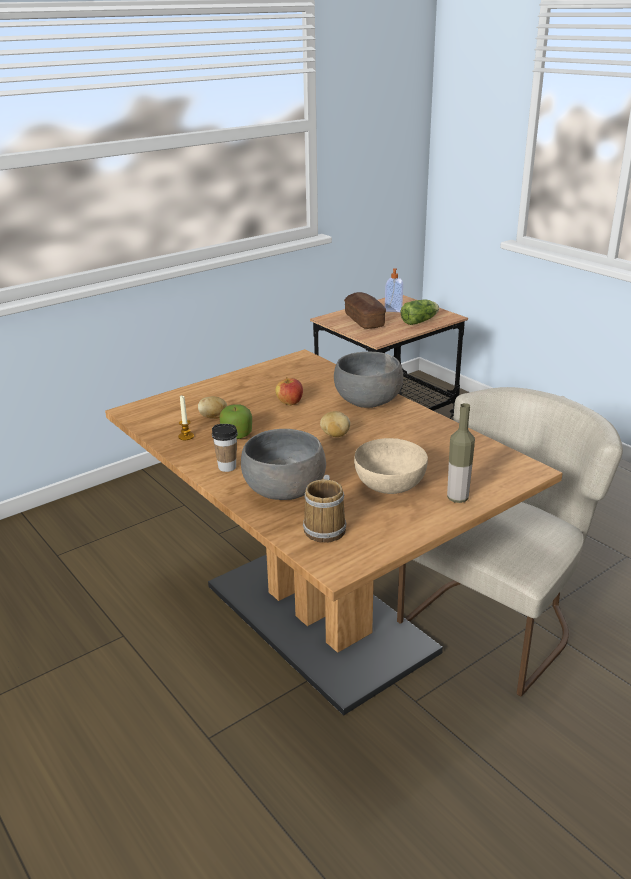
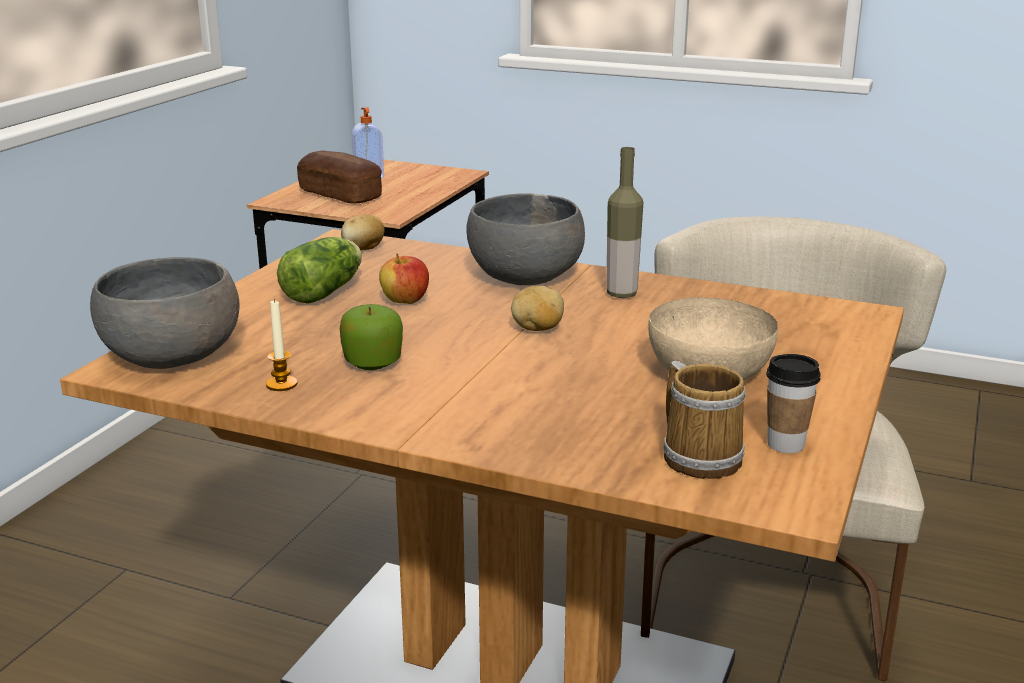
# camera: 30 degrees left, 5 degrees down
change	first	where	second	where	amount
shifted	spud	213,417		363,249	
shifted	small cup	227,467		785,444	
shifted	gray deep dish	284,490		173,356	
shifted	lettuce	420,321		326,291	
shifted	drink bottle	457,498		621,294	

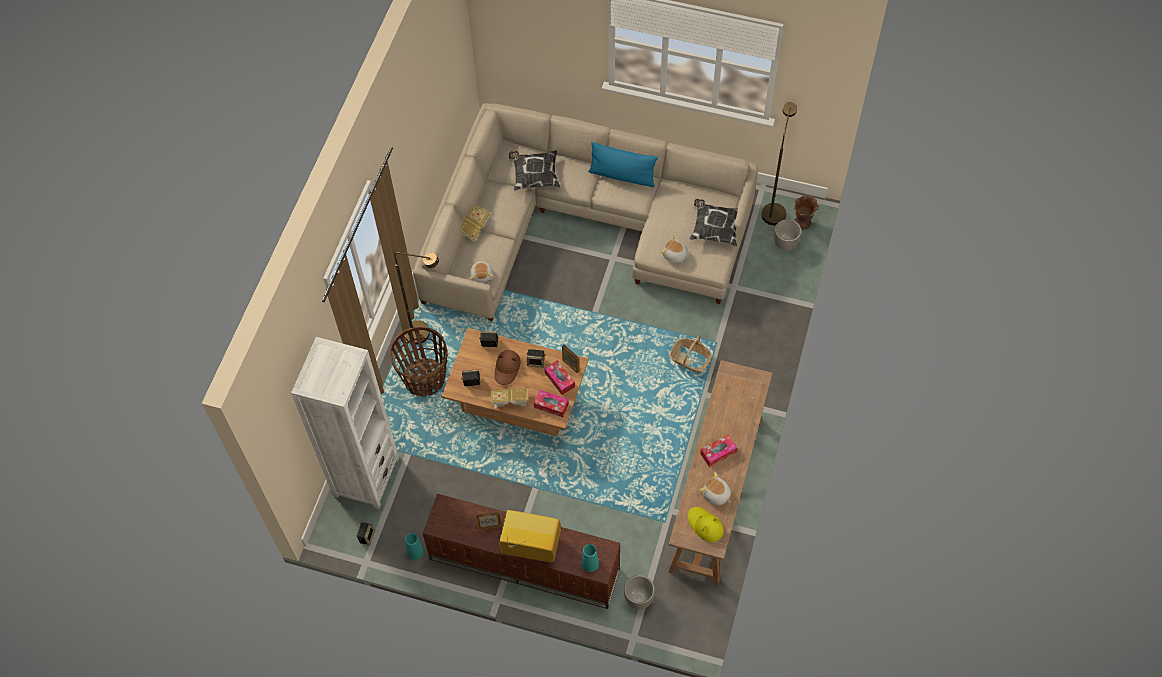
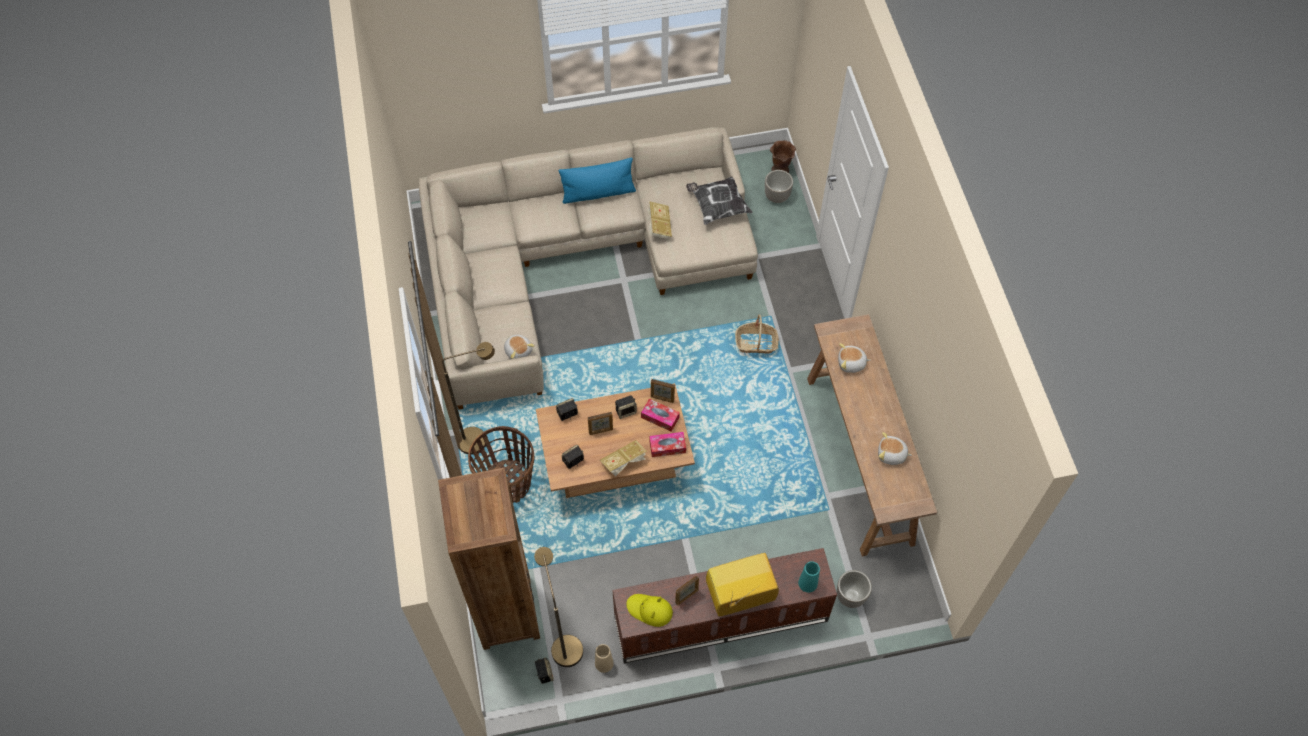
# camera: 30 degrees left, 0 degrees up
change	first	where	second	where	amount
gone	throw pillow	534,176			
gone	tissue holder	718,453			
shifted	book	473,227		659,226	
shifted	soft toy	675,255		851,363	
shifted	yellow-coloured wearable hat	705,525		650,610	
shifted	brown-coloured floor lamp	773,209		564,643	
swapped	brown-coloured wearable hat	507,368	standing frame	601,431	
repainted	white-coloured shelving unit	366,476	brown-coloured shelving unit	506,612	
repainted	turquoise-coloured flower vase	415,552	beige flower vase	604,663	

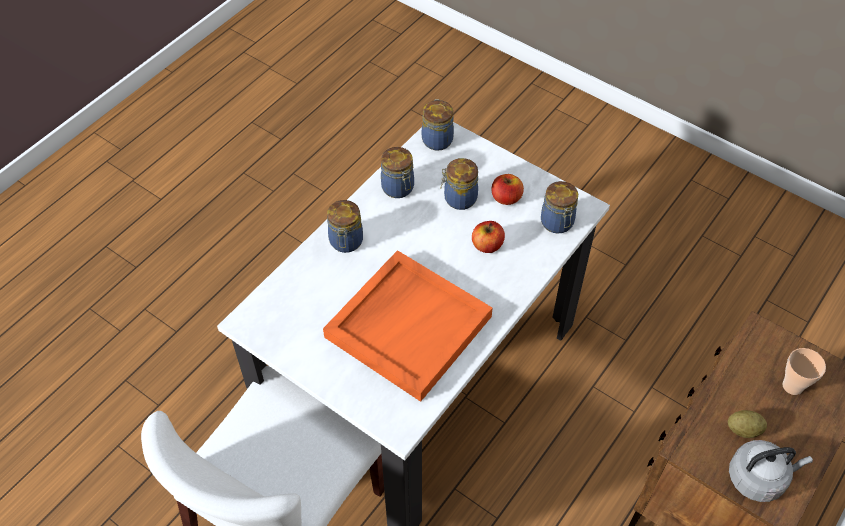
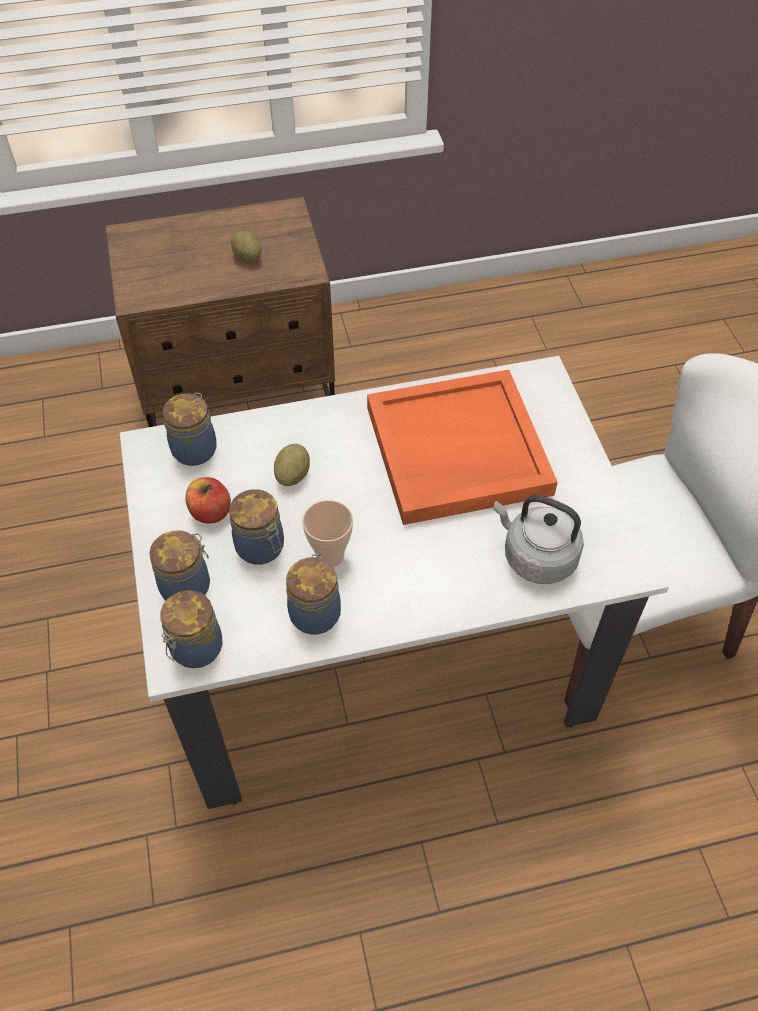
# camera: 140 degrees left, 0 degrees up
change	first	where	second	where	amount
shifted	jar	346,242		187,586	
shifted	gray kettle	758,478		535,557	
shifted	small cup	792,386		330,556	
swapped	apple	487,245	spud	292,475	

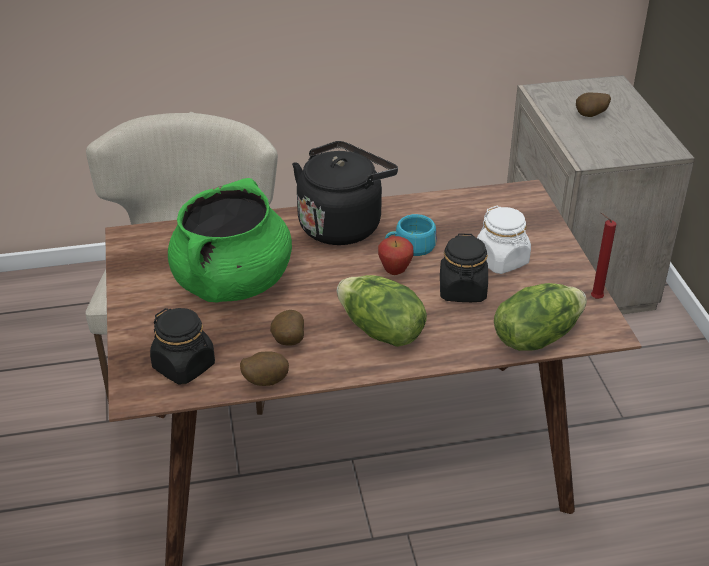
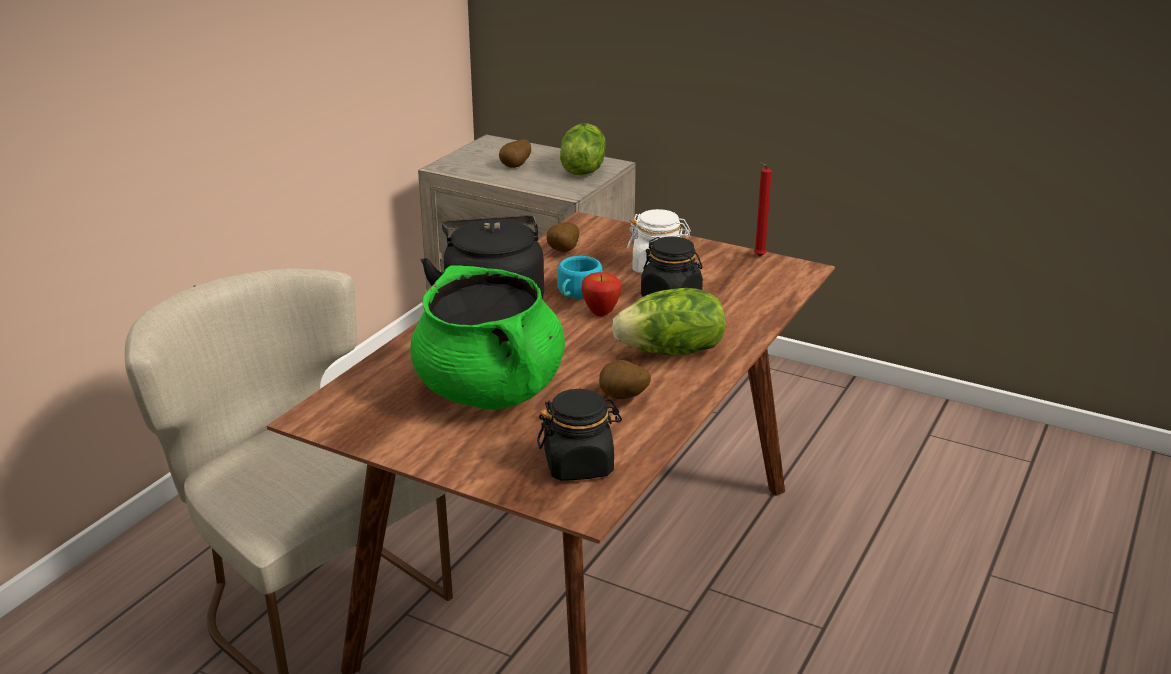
# camera: 50 degrees left, 10 degrees down
change	first	where	second	where	amount
shifted	spud	264,381		561,252	
shifted	lettuce	535,337		582,169	

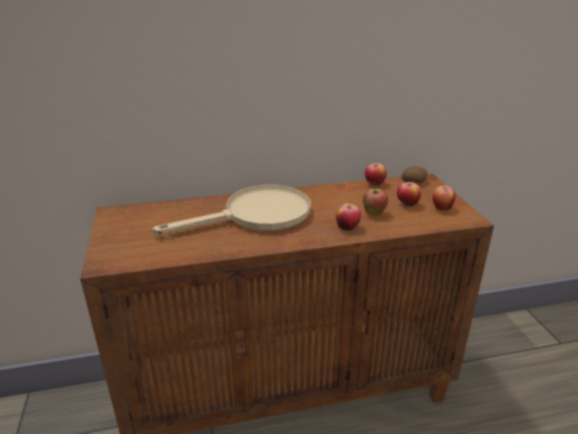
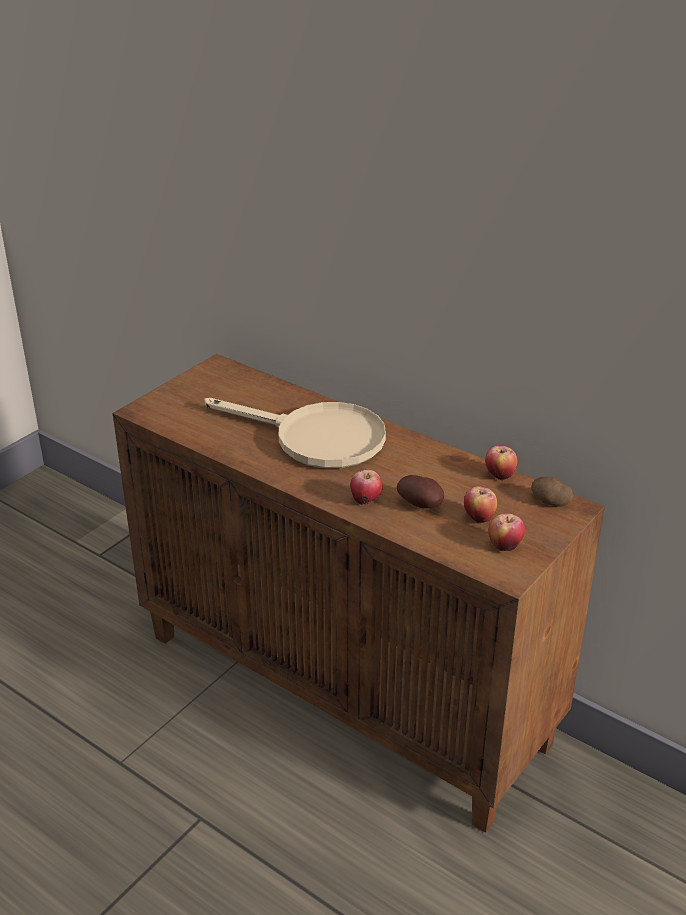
# camera: 50 degrees right, 5 degrees up
change	first	where	second	where	amount
swapped	apple	374,214	spud	422,505	

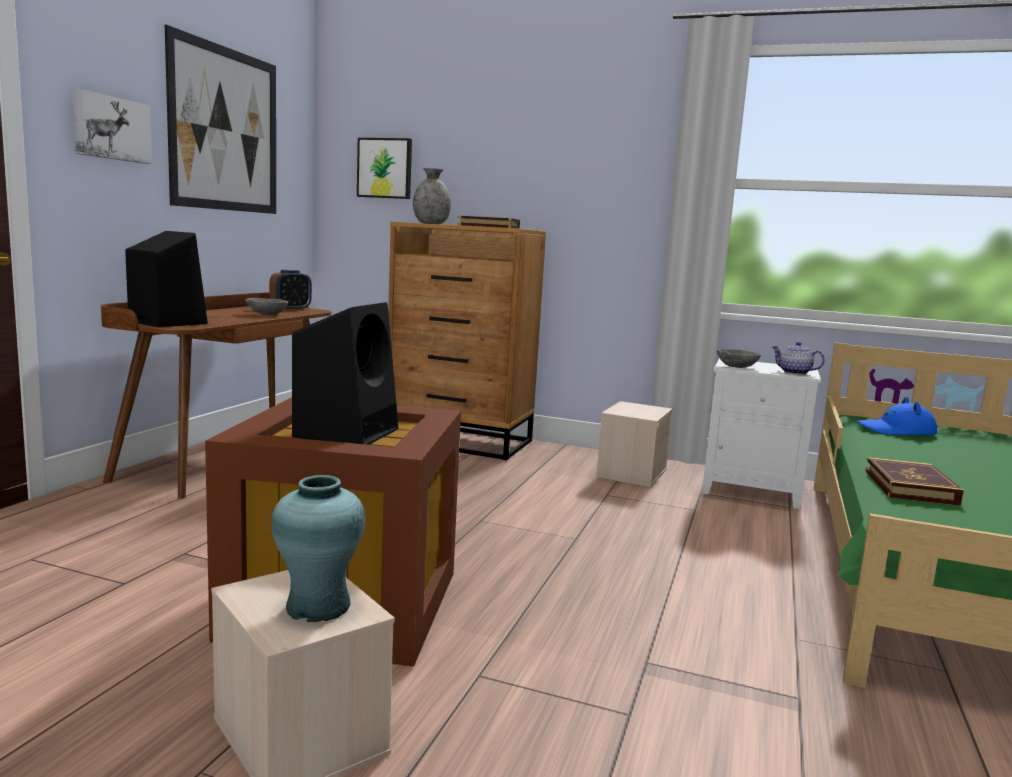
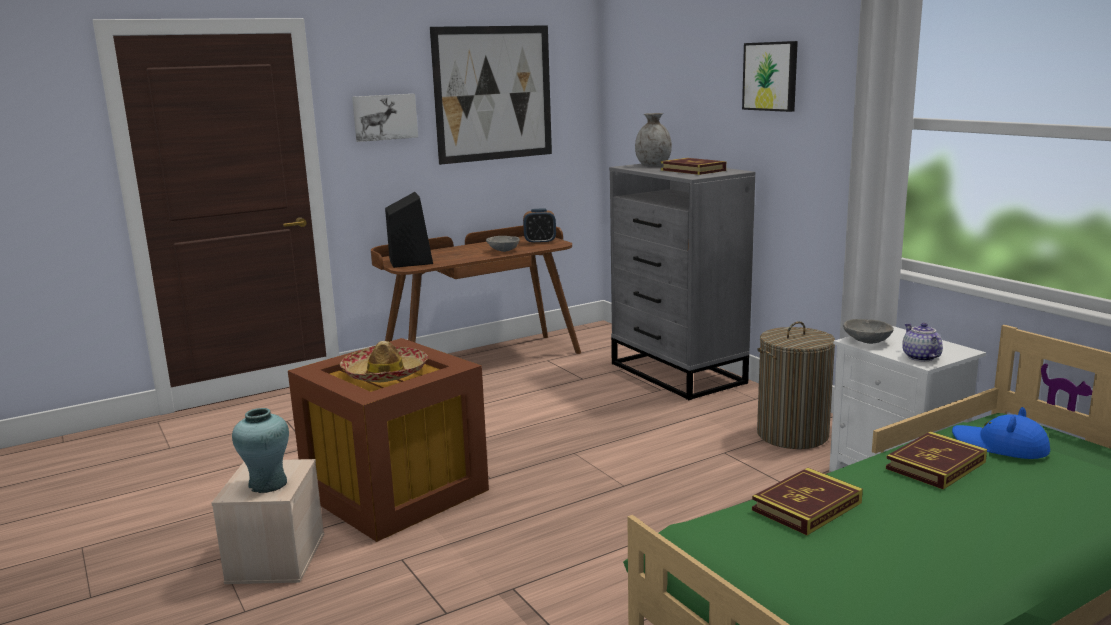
# camera: 40 degrees right, 5 degrees up
change	first	where	second	where	amount
new			book	935,465	
shifted	wall art	385,168		771,76	
swapped	blackish audio speaker	347,432	wearable hat	385,373	
swapped	beige storage bin	631,472	laundry basket	792,434	
repainted	brown-coloured chest of drawers	460,441	gray chest of drawers	678,373	

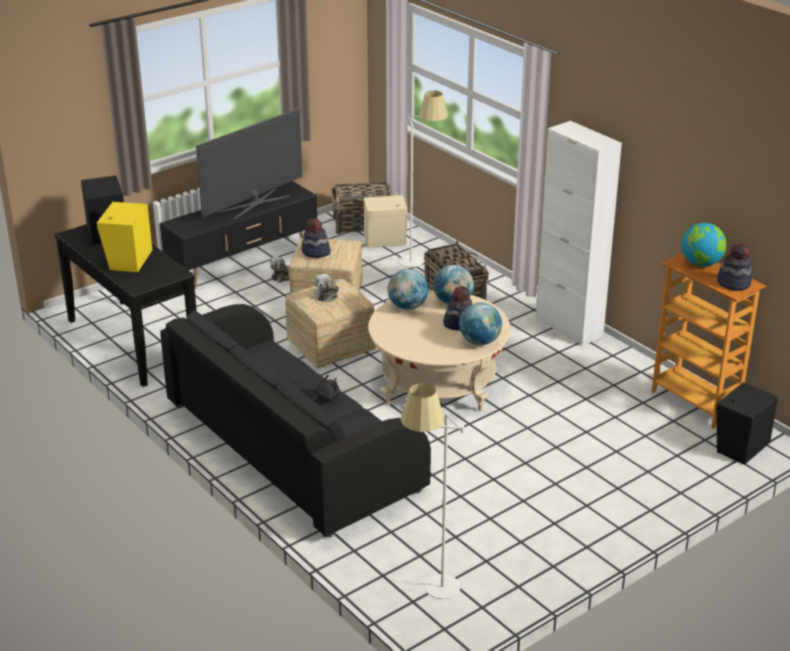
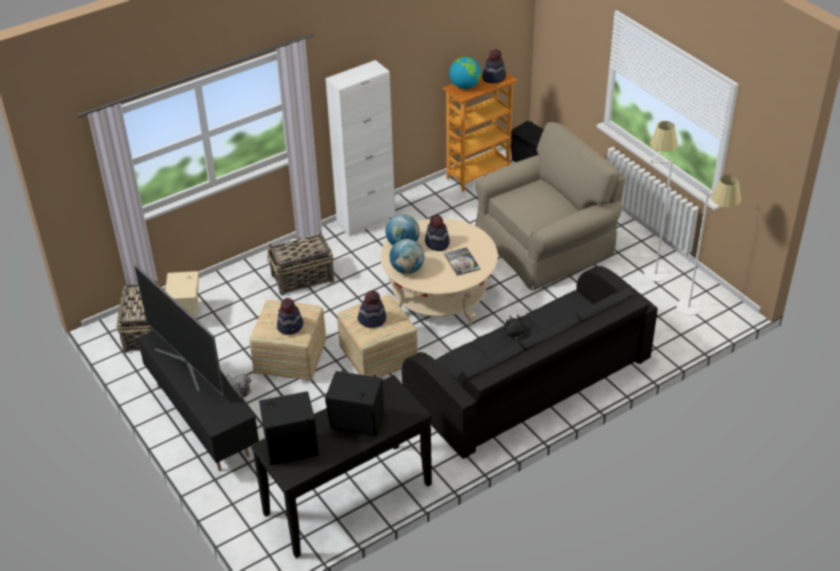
# camera: 85 degrees left, 10 degrees up
change	first	where	second	where	amount
gone	desk globe	480,342			
new			book	462,262	
new			beige easy chair	545,244	
shifted	white-coloured floor lamp	421,259		650,267	
swapped	soft toy	327,294	wearable hat	372,319	
repainted	yellow-coloured audio speaker	128,260	blackish audio speaker	357,424	

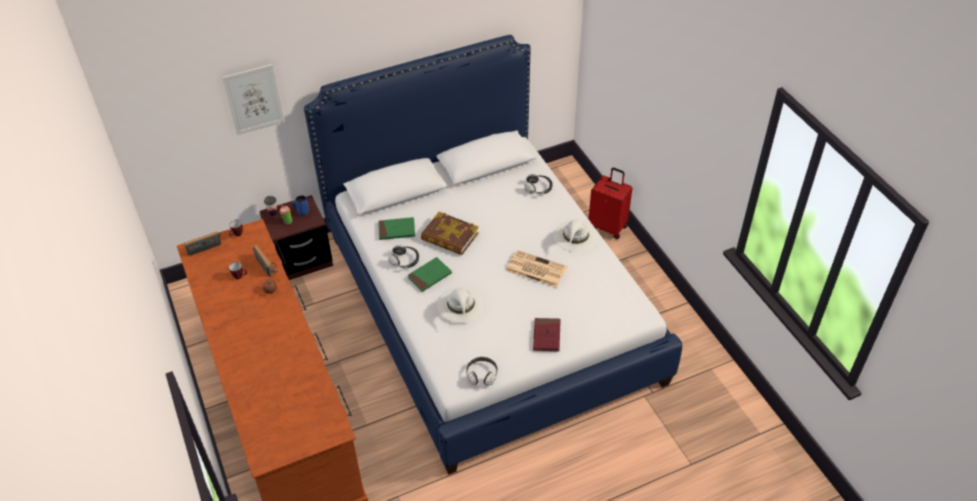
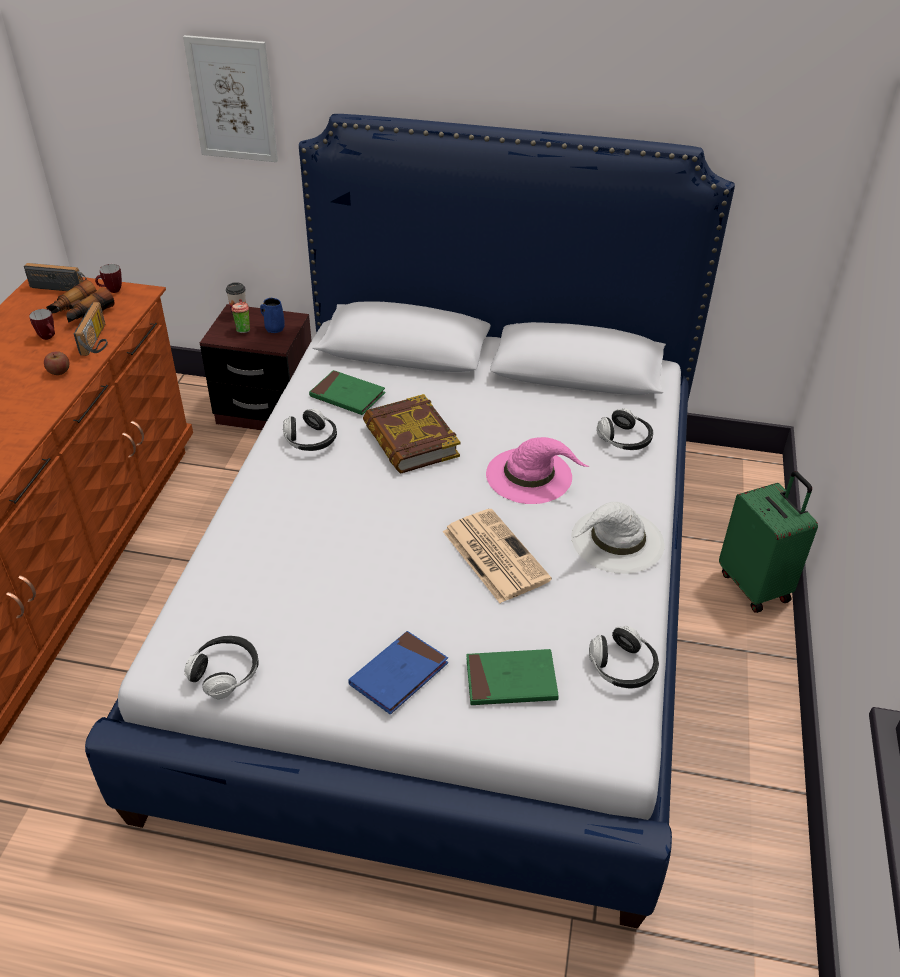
# camera: 35 degrees right, 5 degrees down
change	first	where	second	where	amount
gone	white-coloured wearable hat	461,306			
new			pair of binoculars	80,312	
new			pink-coloured wearable hat	530,475	
new			headset	622,667	
shifted	greenish book	429,276		511,680	
repainted	red-coloured book	546,336	bluish book	399,675	
repainted	red-coloured travel case	608,226	greenish travel case	755,586	

